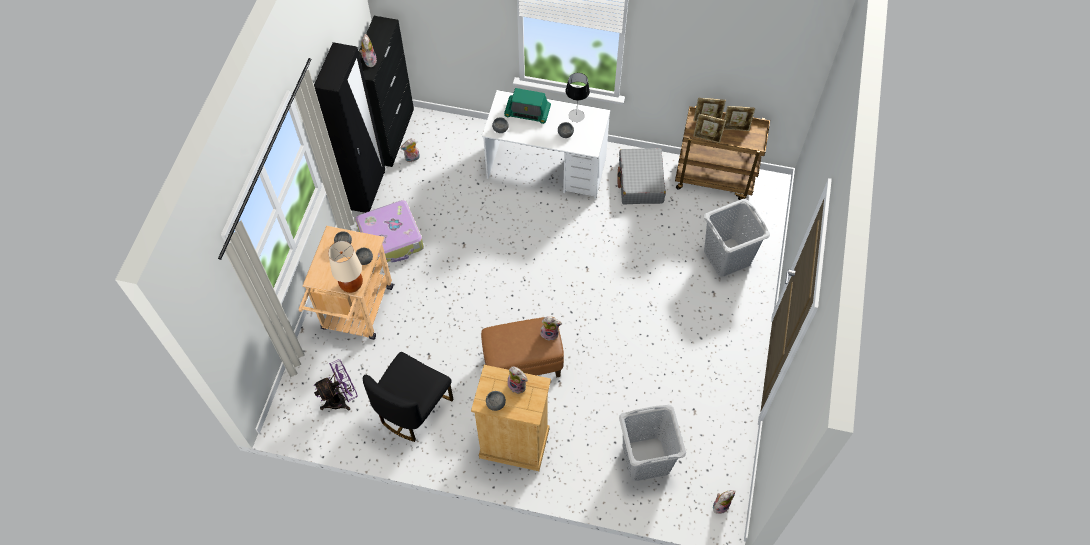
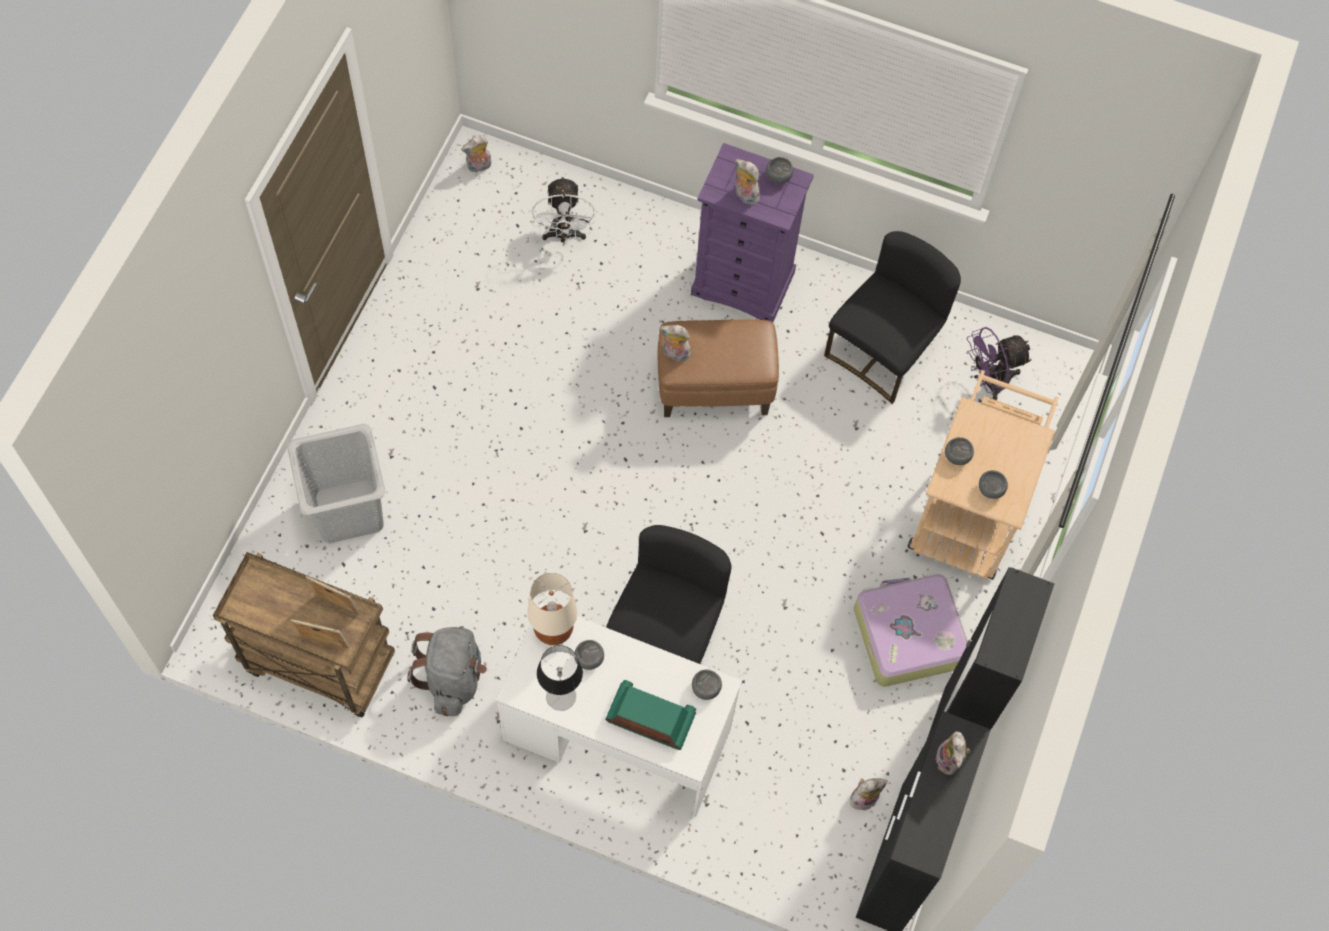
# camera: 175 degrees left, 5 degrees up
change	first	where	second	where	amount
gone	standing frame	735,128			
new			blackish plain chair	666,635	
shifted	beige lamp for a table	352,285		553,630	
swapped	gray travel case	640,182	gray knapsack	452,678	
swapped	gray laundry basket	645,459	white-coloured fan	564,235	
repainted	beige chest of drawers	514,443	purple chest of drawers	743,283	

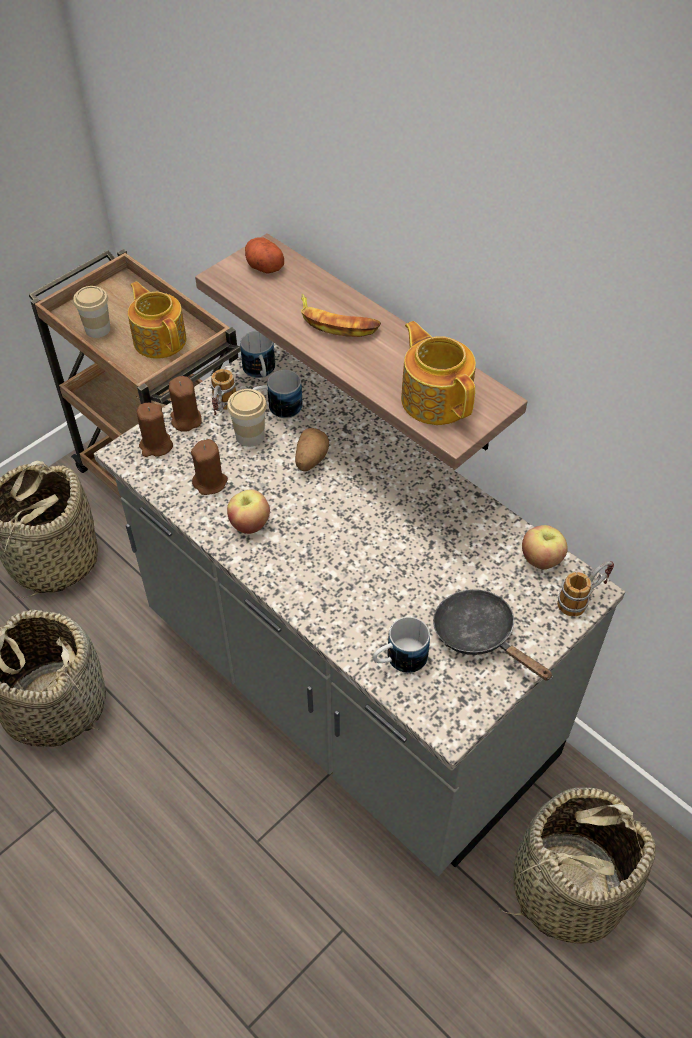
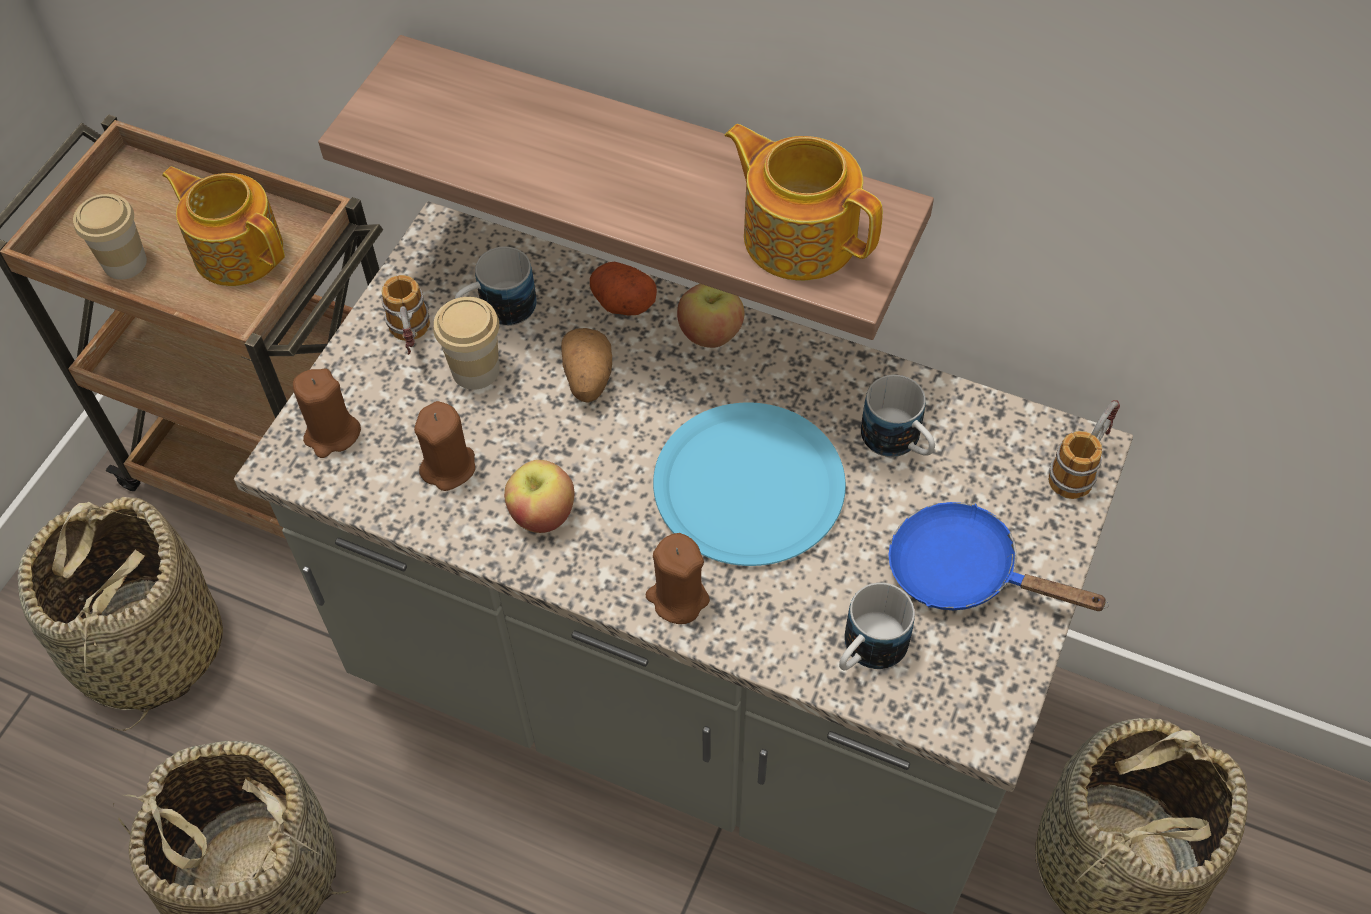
# camera: 20 degrees left, 5 degrees up
change	first	where	second	where	amount
gone	whole banana	337,322			
new			bluish dinner plate	748,486	
shifted	brown-coloured candle	186,420		677,598	
shifted	mug	260,372		899,443	
shifted	spud	263,265		622,301	
shifted	apple	541,559		710,333	
repainted	blackish frying pan	479,635	bluish frying pan	964,573	

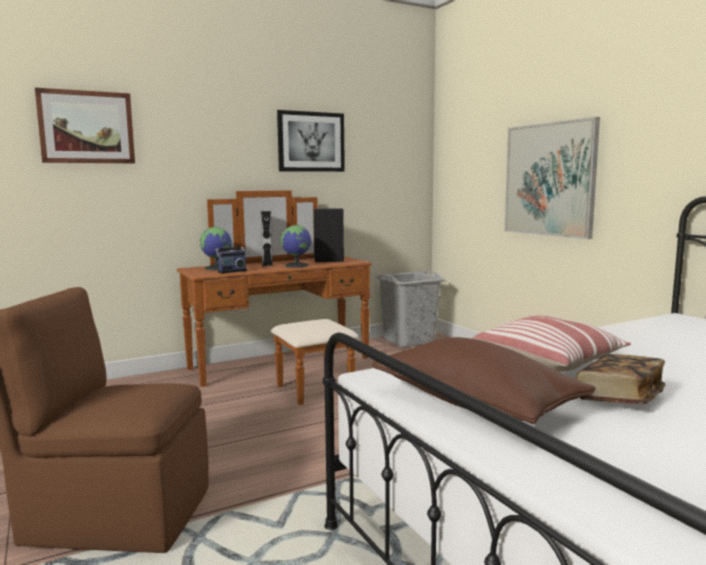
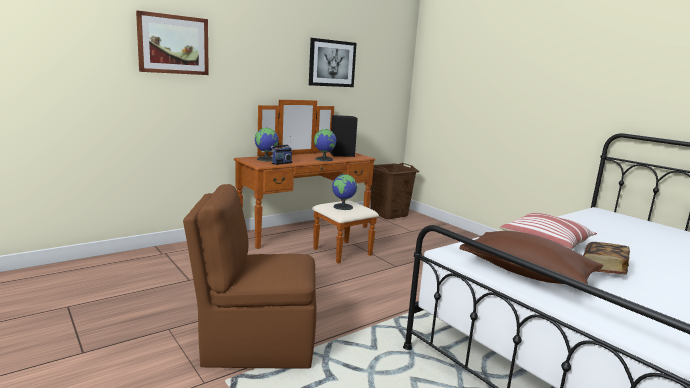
# camera: 10 degrees left, 5 degrees up
change	first	where	second	where	amount
gone	gray audio speaker	267,264			
gone	wall art	549,179			
new			desk globe	343,207	
repainted	gray laundry basket	408,341	brown-coloured laundry basket	388,214	

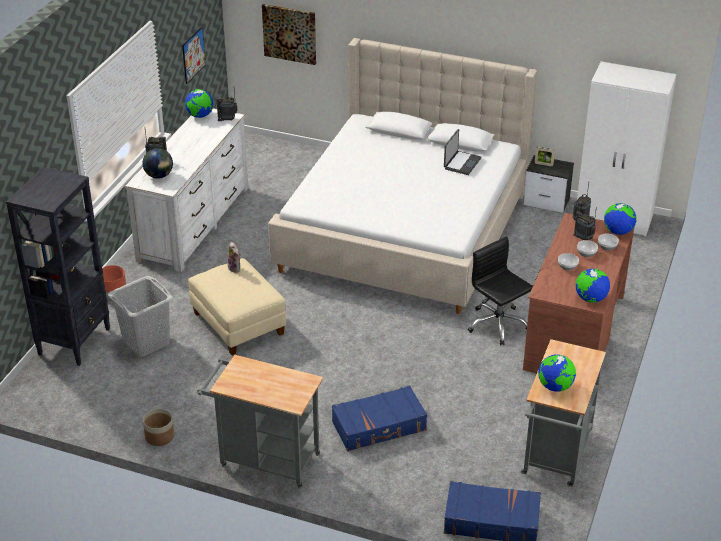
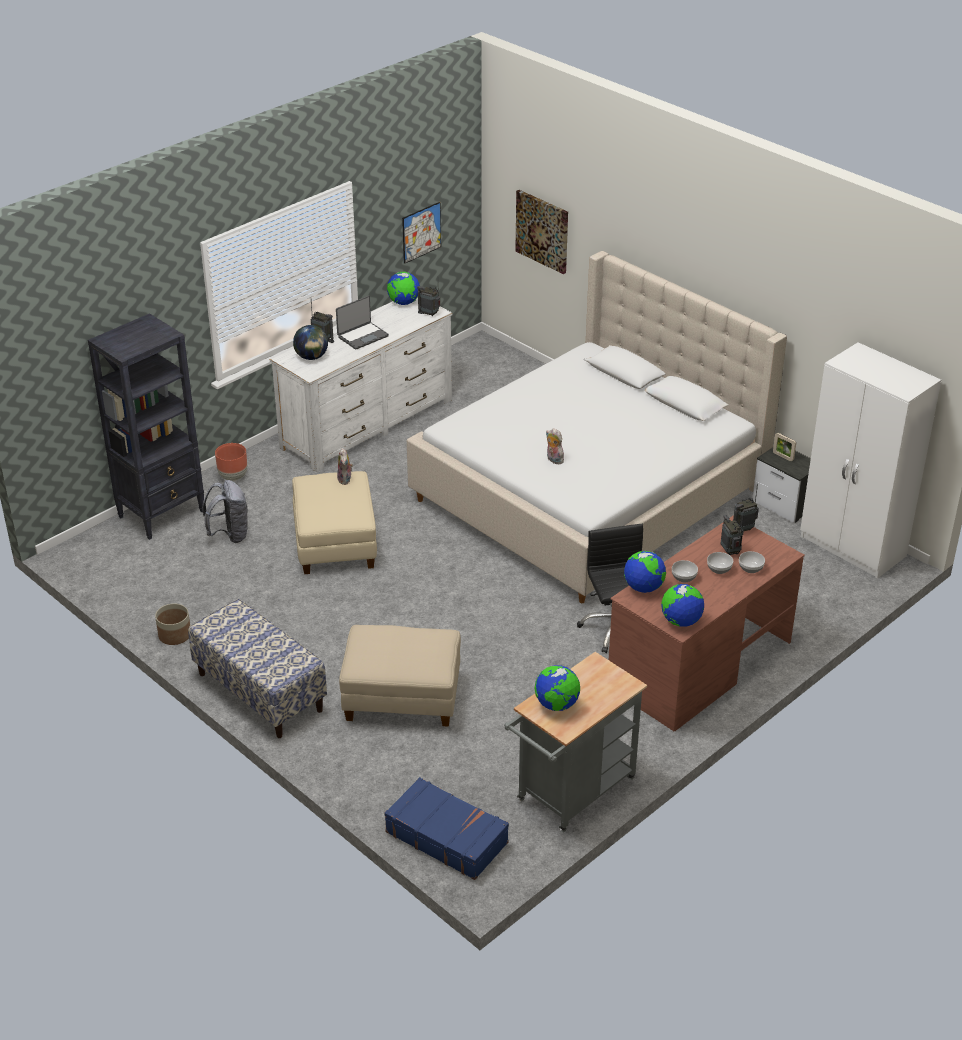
# camera: 25 degrees right, 0 degrees up
change	first	where	second	where	amount
new			soft toy	553,460	
shifted	portable computer	461,163		362,336	
shifted	desk globe	618,232		643,588	
swapped	gray laundry basket	146,342	gray knapsack	229,535	
swapped	gray trolley	264,459	long seat	259,692	
swapped	bluish travel case	379,426	beige ottoman	402,697	

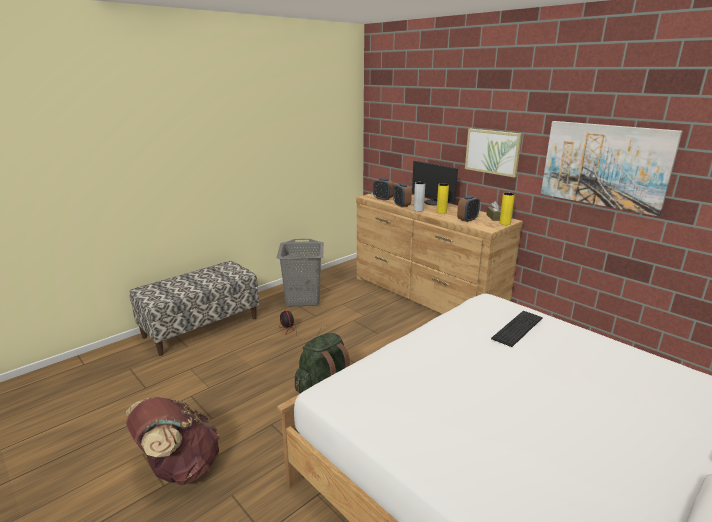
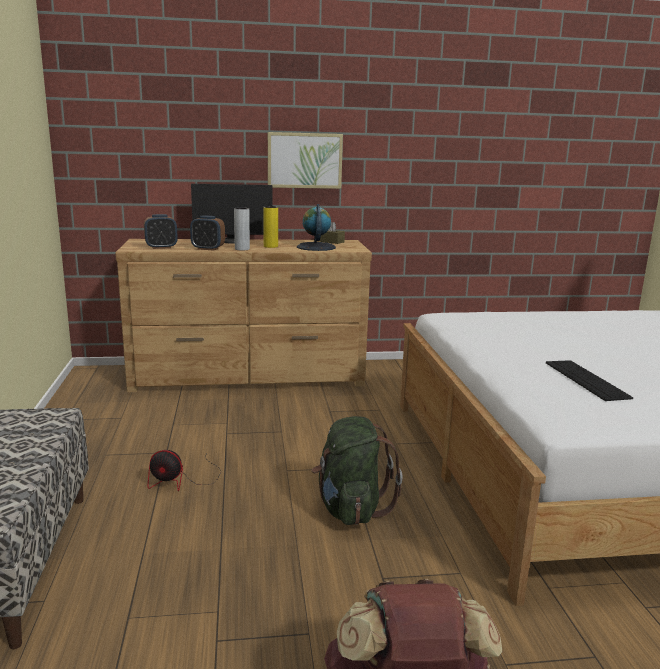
# camera: 55 degrees left, 5 degrees down
change	first	where	second	where	amount
gone	gray laundry basket	303,299			
gone	yellow-coloured flower vase	505,223			
gone	wall art	604,165			
shifted	keyboard	517,328		586,379	
swapped	alarm clock	467,219	desk globe	316,247	

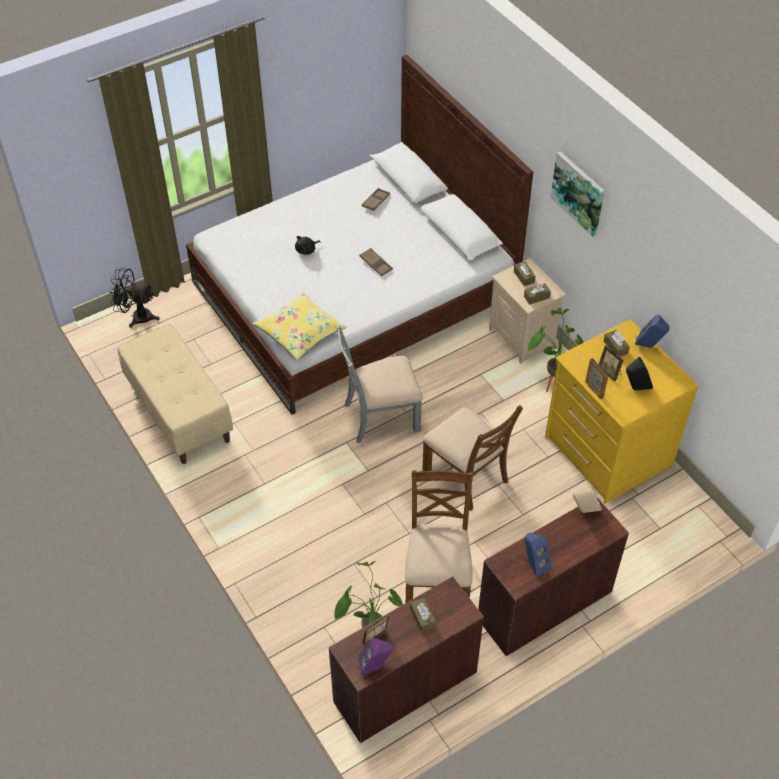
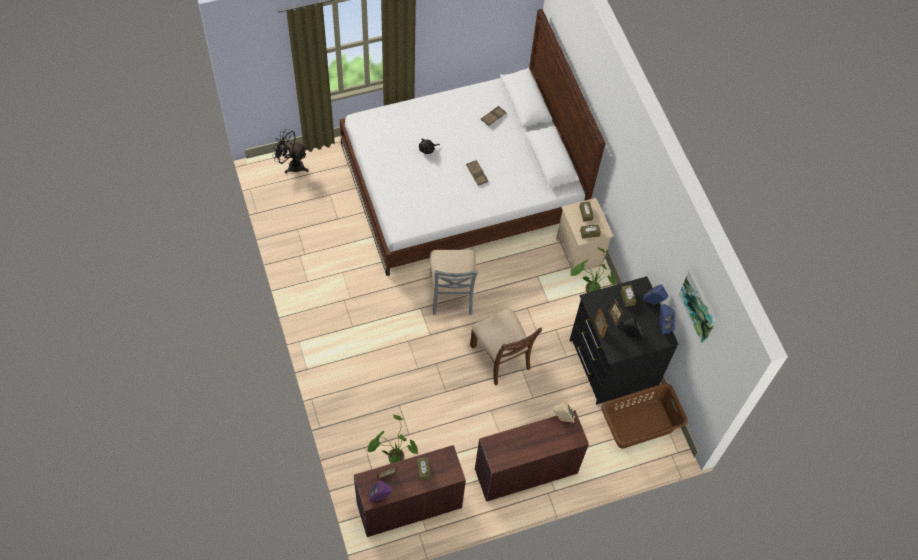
# camera: 10 degrees right, 10 degrees up
change	first	where	second	where	amount
gone	beige long seat	178,412			
gone	yellow-coloured throw pillow	300,332			
gone	brown-coloured plain chair	437,579			
new			brown-coloured laundry basket	639,423	
shifted	bluish audio speaker	534,565		662,325	
shifted	wall art	579,193		699,306	
repainted	yellow-coloured chest of drawers	606,451	blackish chest of drawers	612,363	
rotated	gray plain chair	380,416		451,293	90 degrees counterclockwise

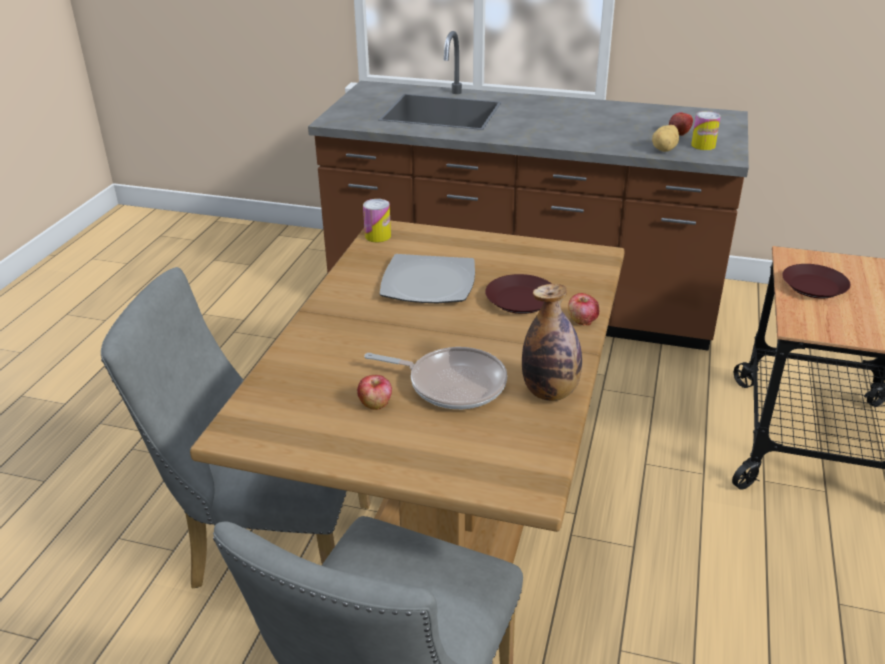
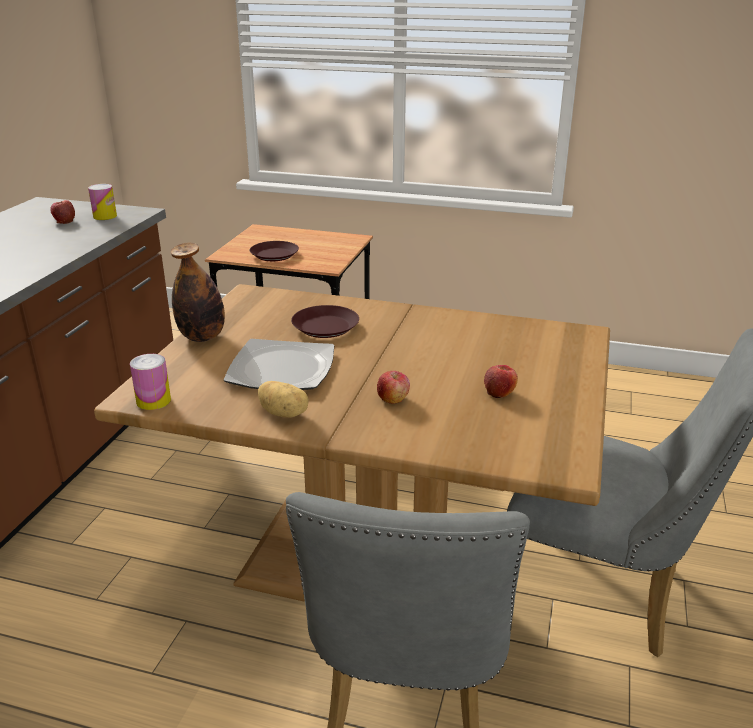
# camera: 90 degrees left, 5 degrees down
change	first	where	second	where	amount
gone	frying pan	451,384			
shifted	drink bottle	550,392		202,337	
shifted	apple	582,320		393,399	
shifted	spud	665,149		284,413	

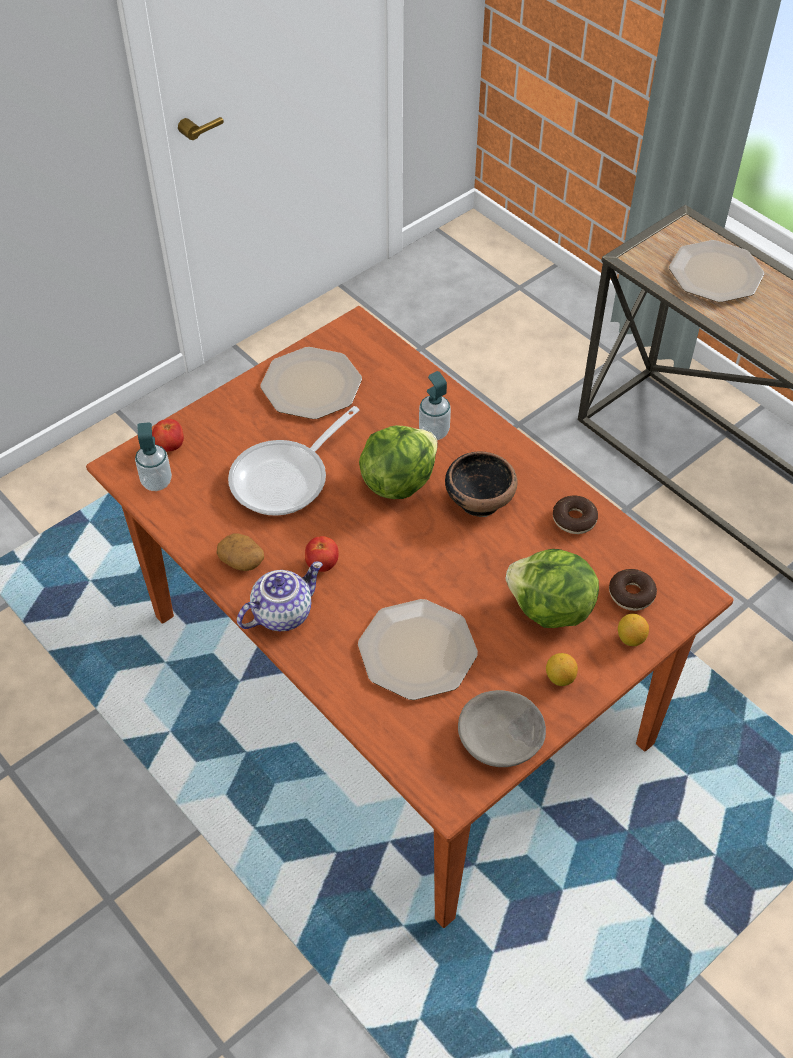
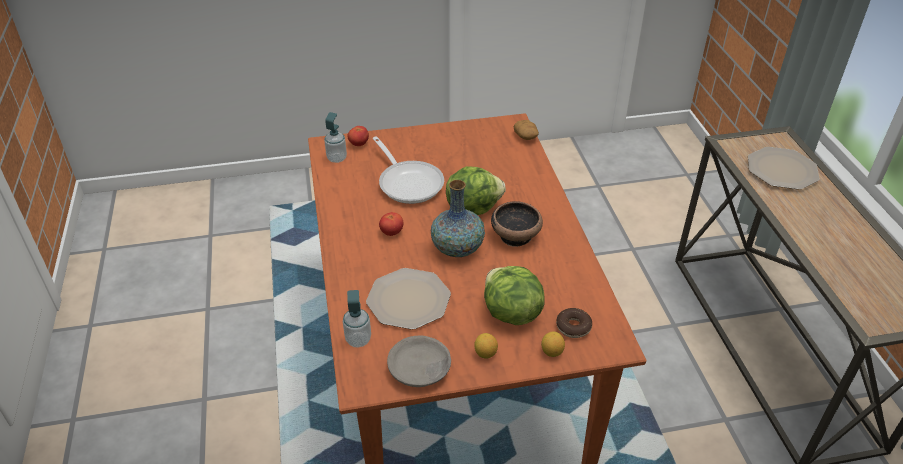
# camera: 30 degrees right, 10 degrees down
change	first	where	second	where	amount
gone	pot for tea	282,612			
gone	dinner plate	312,385			
gone	donut	574,519			
new			flower vase	457,248	
shifted	spud	242,560		526,136	
shifted	liquid soap bottle	434,432		358,339	
rotated	frying pan	286,478		408,182	105 degrees counterclockwise

